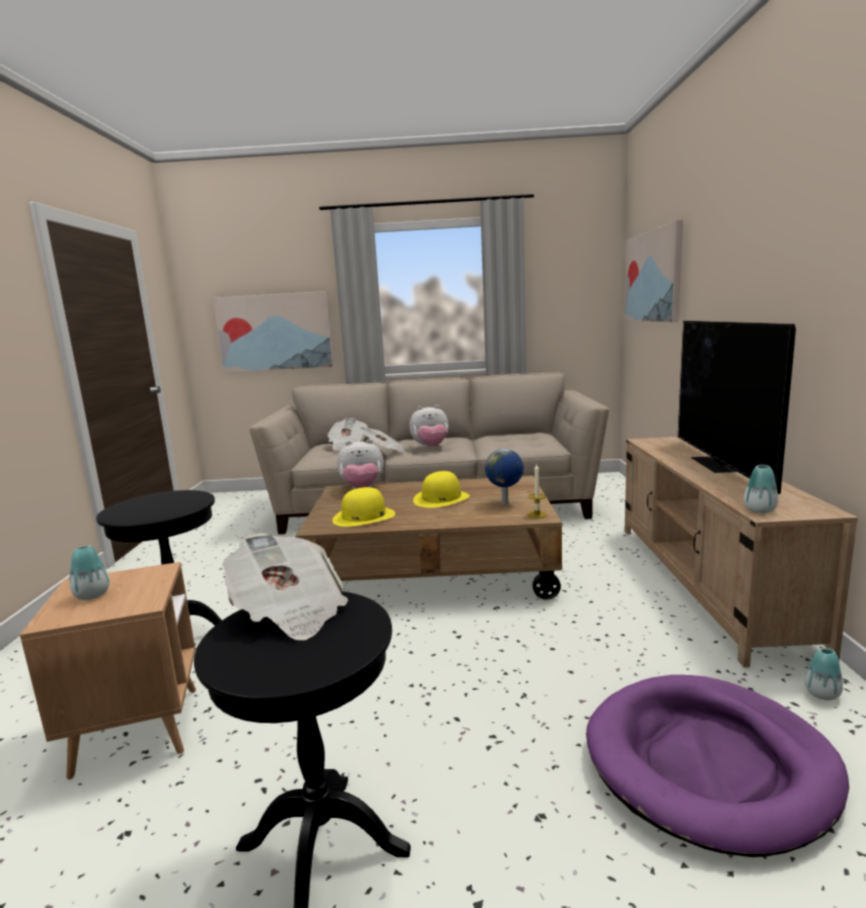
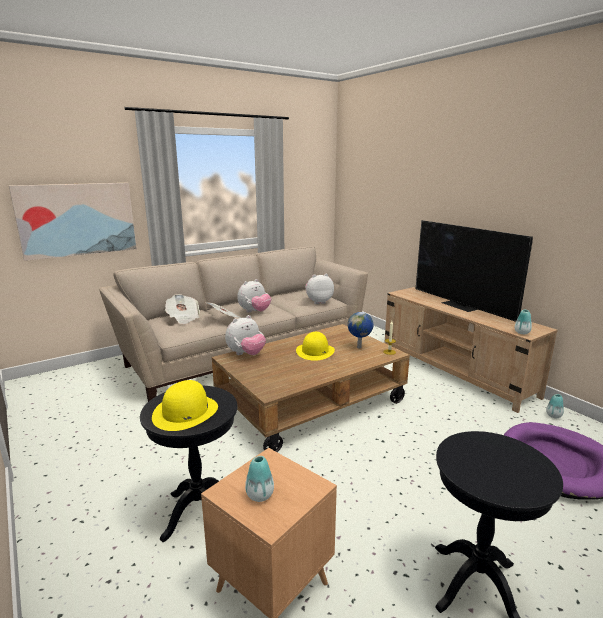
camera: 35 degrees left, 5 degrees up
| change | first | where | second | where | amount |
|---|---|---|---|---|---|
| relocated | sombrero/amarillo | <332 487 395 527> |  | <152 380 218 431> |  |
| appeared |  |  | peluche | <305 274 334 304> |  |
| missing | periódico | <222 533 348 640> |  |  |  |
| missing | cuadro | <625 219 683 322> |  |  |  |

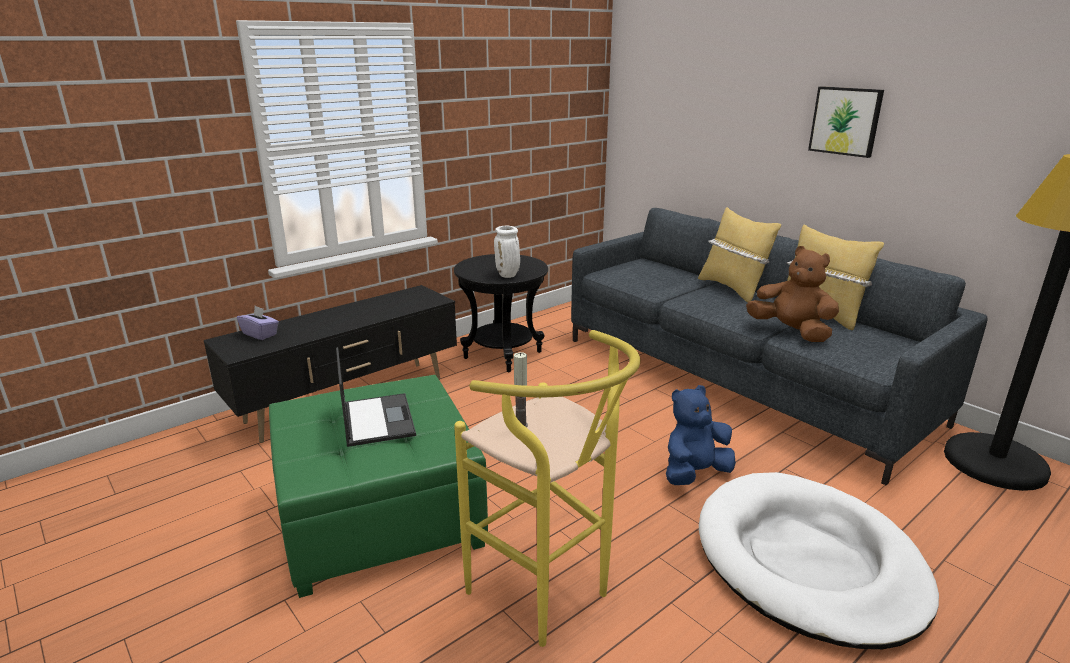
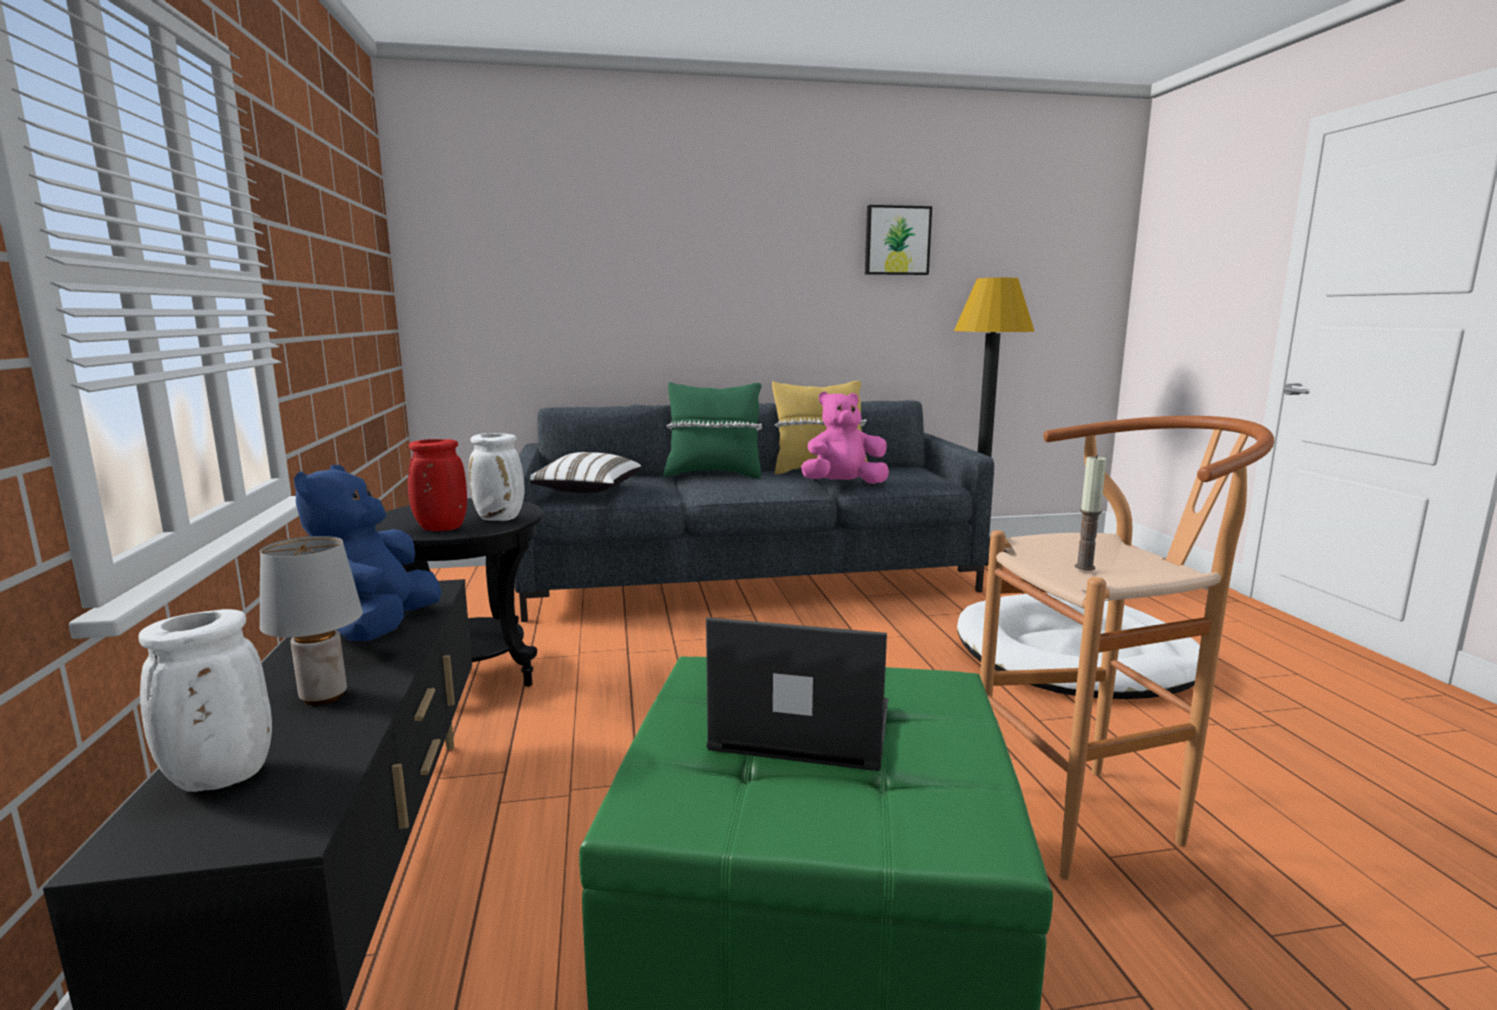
camera: 60 degrees left, 10 degrees down
| change | first | where | second | where | amount |
|---|---|---|---|---|---|
| exchanged | caja de pañuelos/morado | <237 306 279 340> | florero/blanco | <138 609 272 792> |  |
| appeared |  |  | lámpara de mesa/gris | <260 536 363 705> |  |
| relocated | peluche/azul | <666 385 736 485> |  | <294 465 441 641> |  |
| appeared |  |  | florero/rojo | <408 439 467 531> |  |
| appeared |  |  | cojín/blanco | <530 452 641 493> |  |
| colour | cojín/amarillo | <698 207 781 303> | cojín/verde | <663 382 762 479> |  |
| colour | peluche/marrón | <746 246 839 342> | peluche/rosa | <801 391 889 484> |  |
| relocated | cuadro | <808 86 884 158> |  | <865 205 932 275> |  |
| colour | taburete/amarillo | <454 330 640 647> | taburete/marrón | <980 416 1274 880> |  |

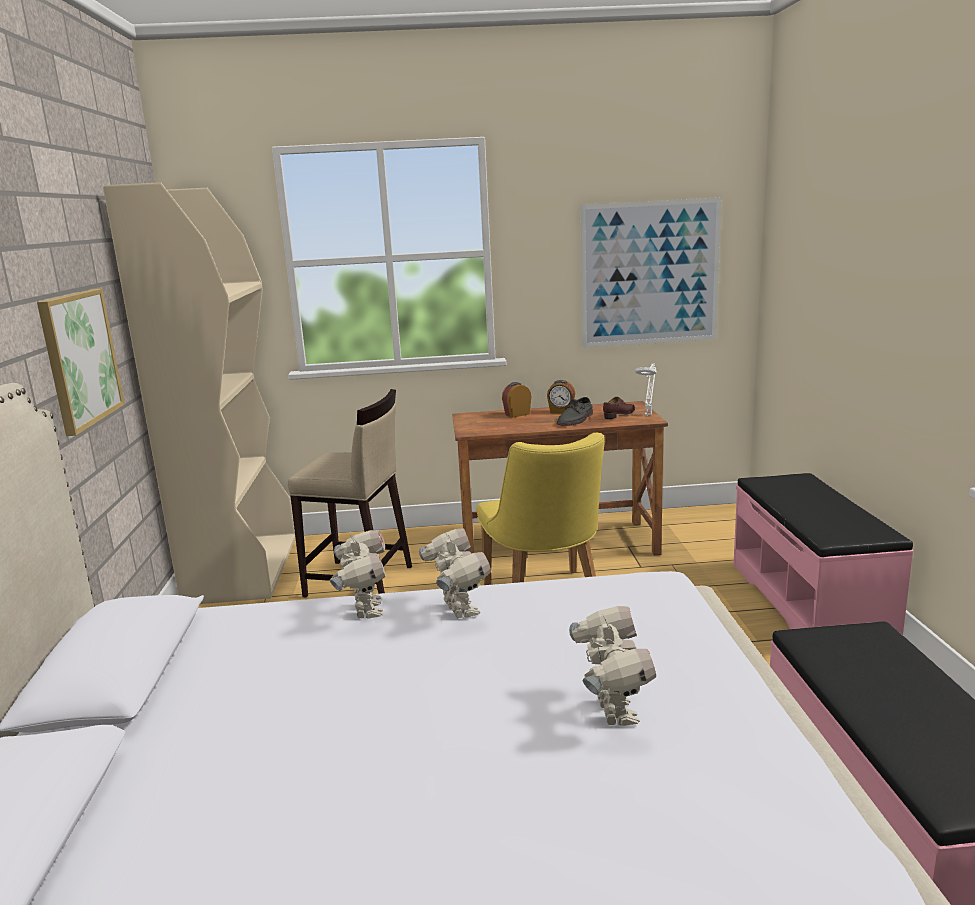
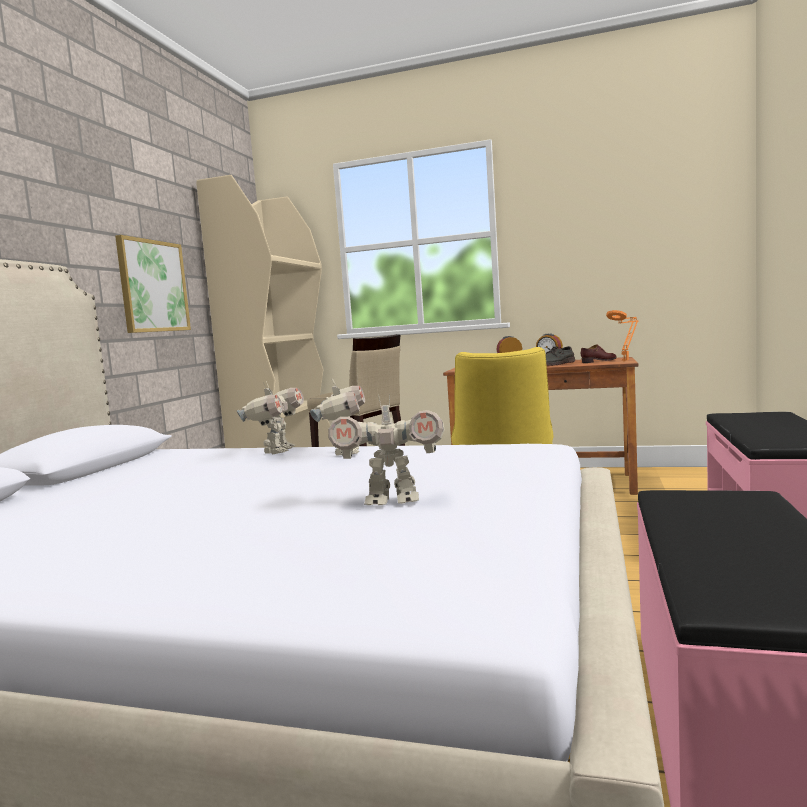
camera: 20 degrees right, 10 degrees down
| change | first | where | second | where | amount |
|---|---|---|---|---|---|
| spun | robot de juguete | <569 606 656 726> |  | <328 394 445 505> | 75 degrees clockwise |
| colour | lámpara de mesa/blanco | <635 363 657 416> | lámpara de mesa/naranja | <606 310 638 361> |  |
| missing | cuadro | <580 197 721 348> |  |  |  |

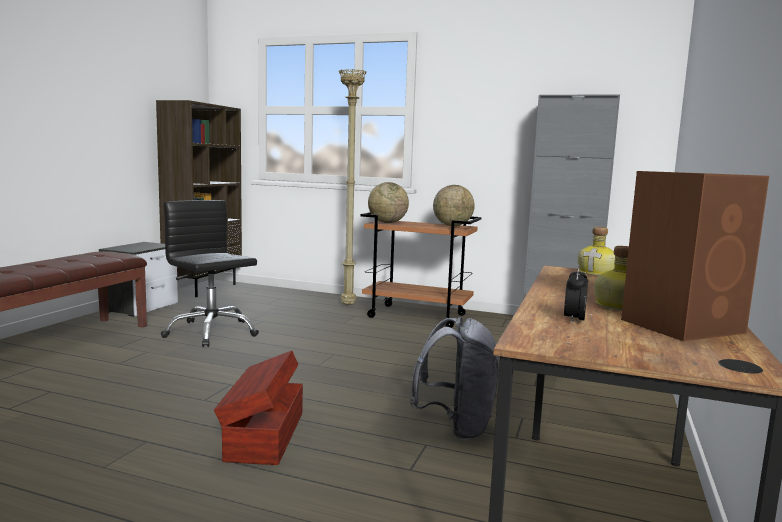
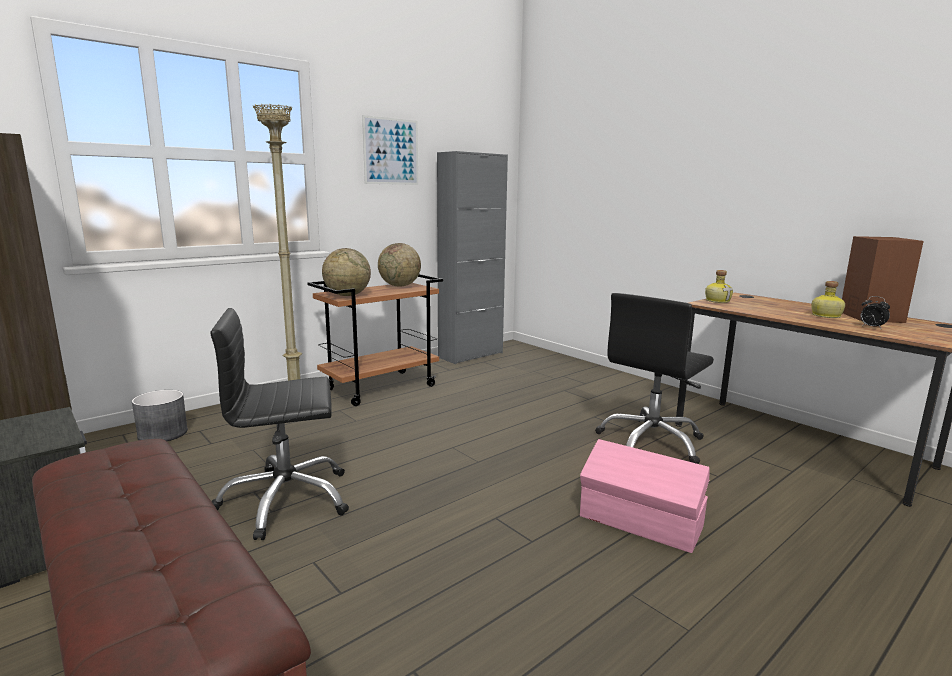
camera: 60 degrees left, 5 degrees up
| change | first | where | second | where | amount |
|---|---|---|---|---|---|
| appeared |  |  | maceta/gris | <132 390 188 441> |  |
| appeared |  |  | cuadro | <362 115 418 185> |  |
| colour | caja de almacenaje/marrón | <214 350 303 465> | caja de almacenaje/rosa | <580 439 710 553> |  |
| exchanged | mochila/gris | <410 317 499 440> | silla de oficina/negro | <595 293 714 464> |  |

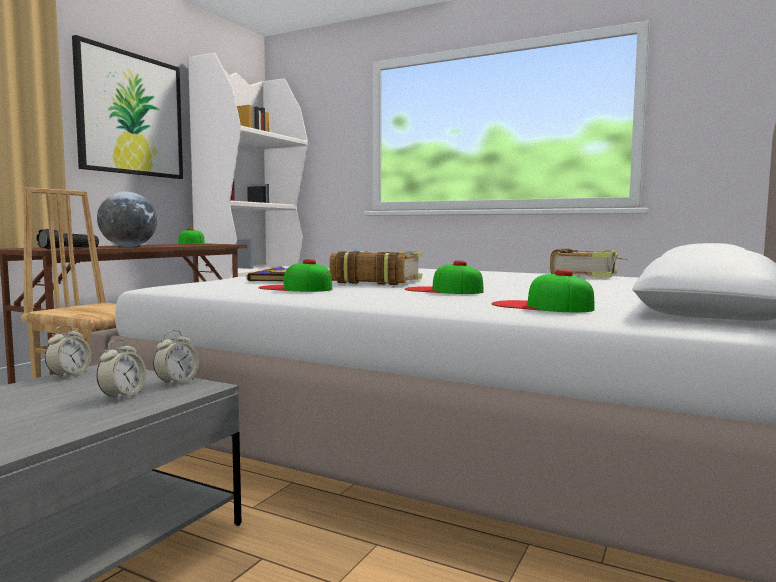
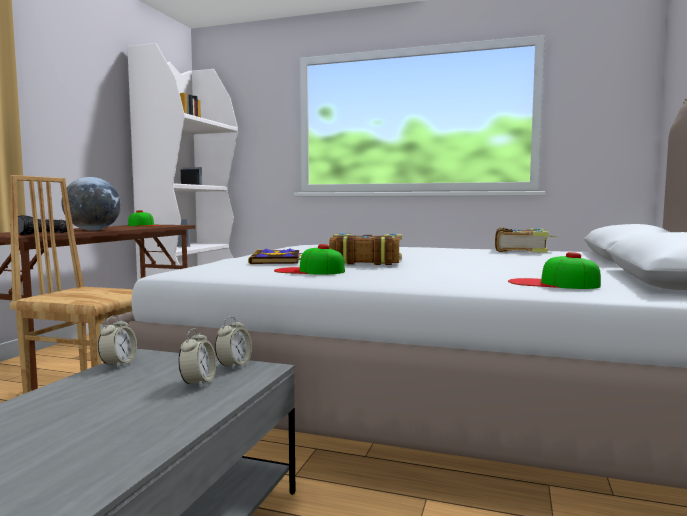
camera: 10 degrees left, 0 degrees up
| change | first | where | second | where | amount |
|---|---|---|---|---|---|
| missing | cuadro | <72 35 183 179> |  |  |  |
| missing | gorra | <405 260 484 294> |  |  |  |

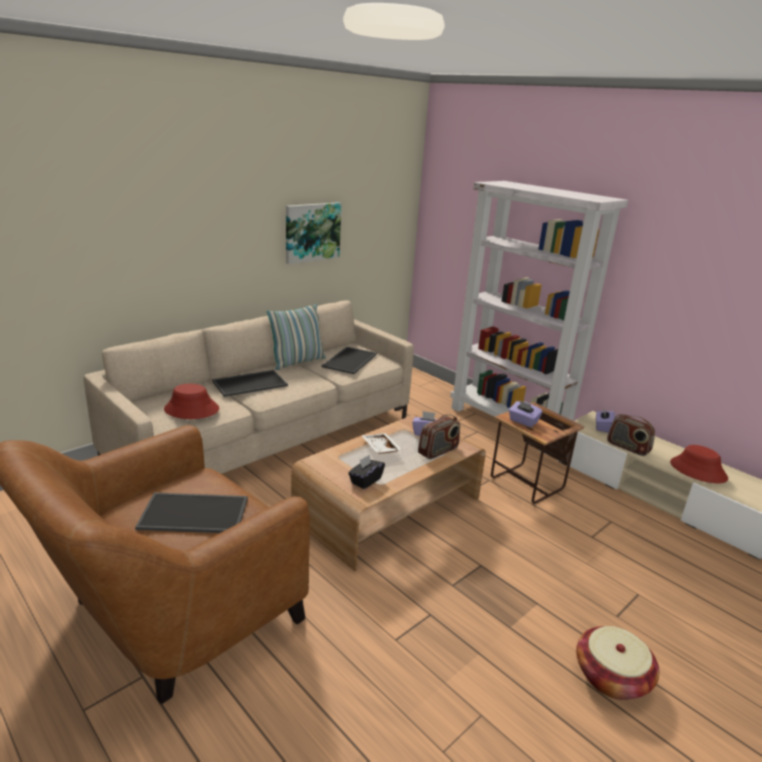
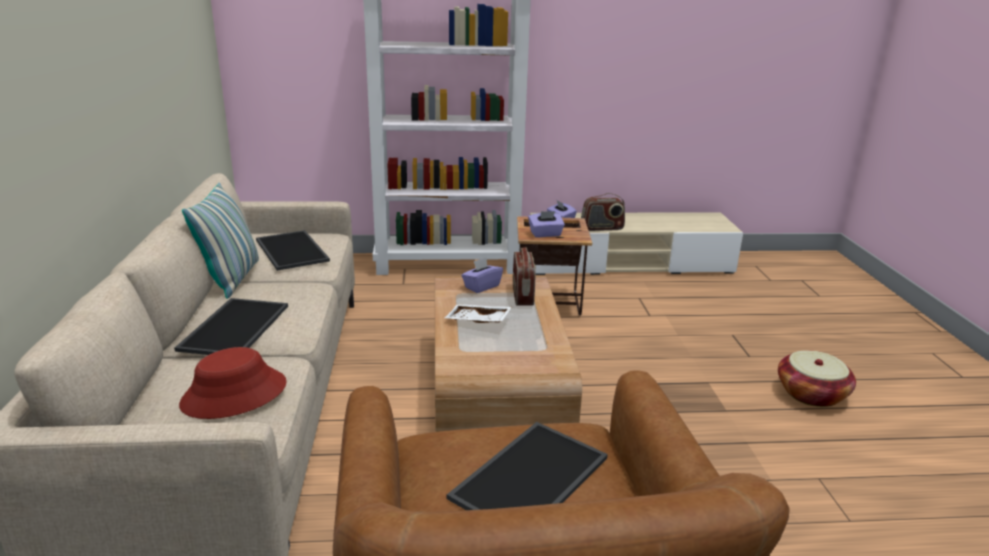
camera: 50 degrees left, 0 degrees up
| change | first | where | second | where | amount |
|---|---|---|---|---|---|
| missing | cuadro | <286 202 341 264> |  |  |  |
| missing | caja de pañuelos/negro | <348 455 385 489> |  |  |  |
| missing | sombrero/rojo | <670 445 728 483> |  |  |  |

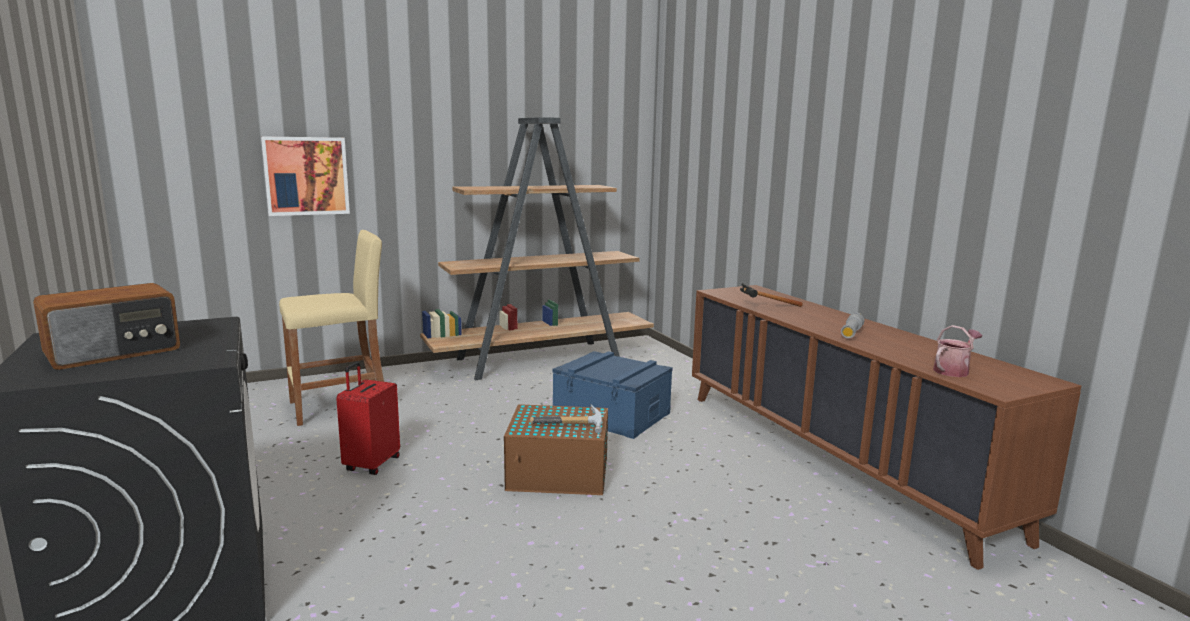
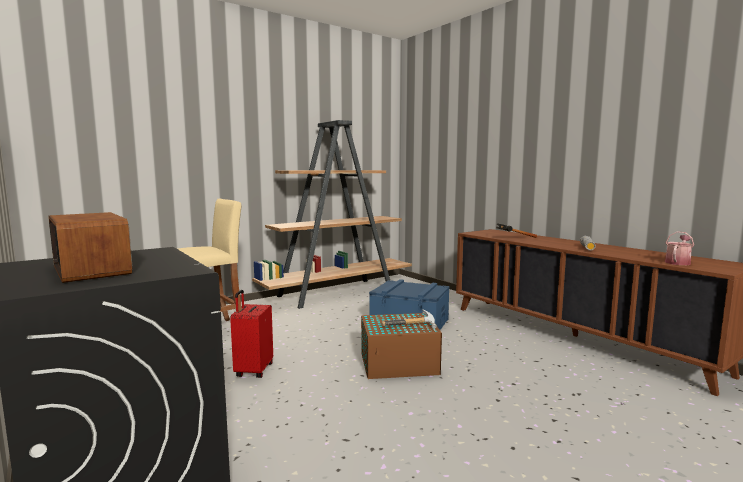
camera: 10 degrees left, 5 degrees down
| change | first | where | second | where | amount |
|---|---|---|---|---|---|
| spun | radio | <33 283 180 370> |  | <48 212 132 283> | 75 degrees counterclockwise |
| missing | cuadro | <261 136 350 216> |  |  |  |

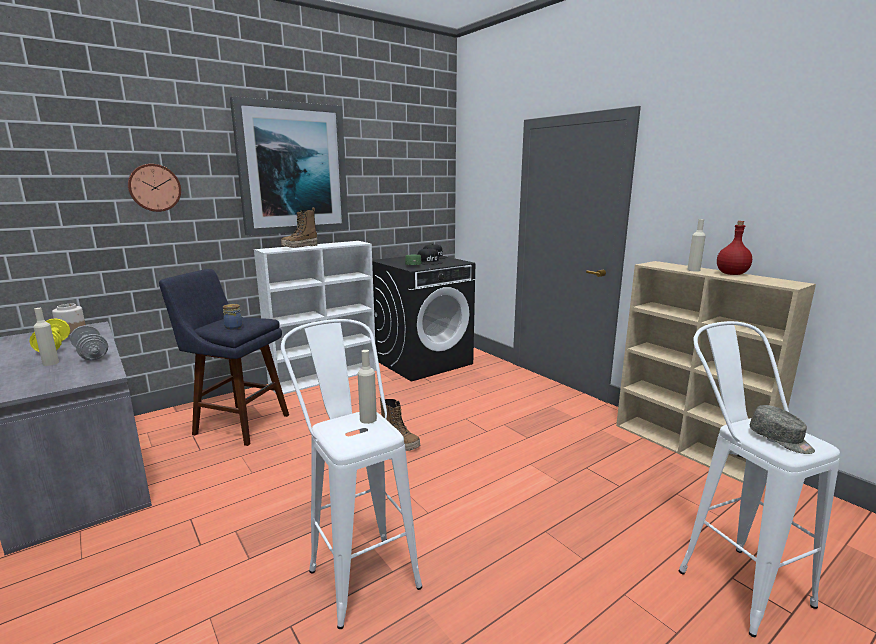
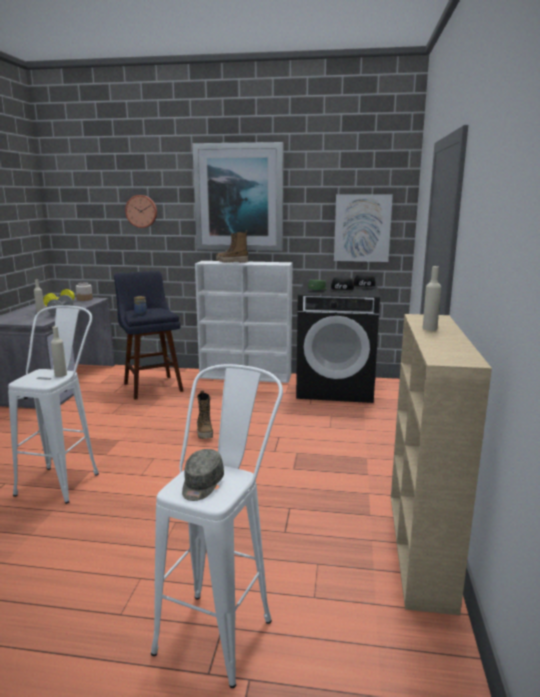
camera: 45 degrees right, 0 degrees up
| change | first | where | second | where | amount |
|---|---|---|---|---|---|
| appeared |  |  | cuadro | <334 195 393 262> |  |
| missing | botella/rojo | <717 221 752 275> |  |  |  |

